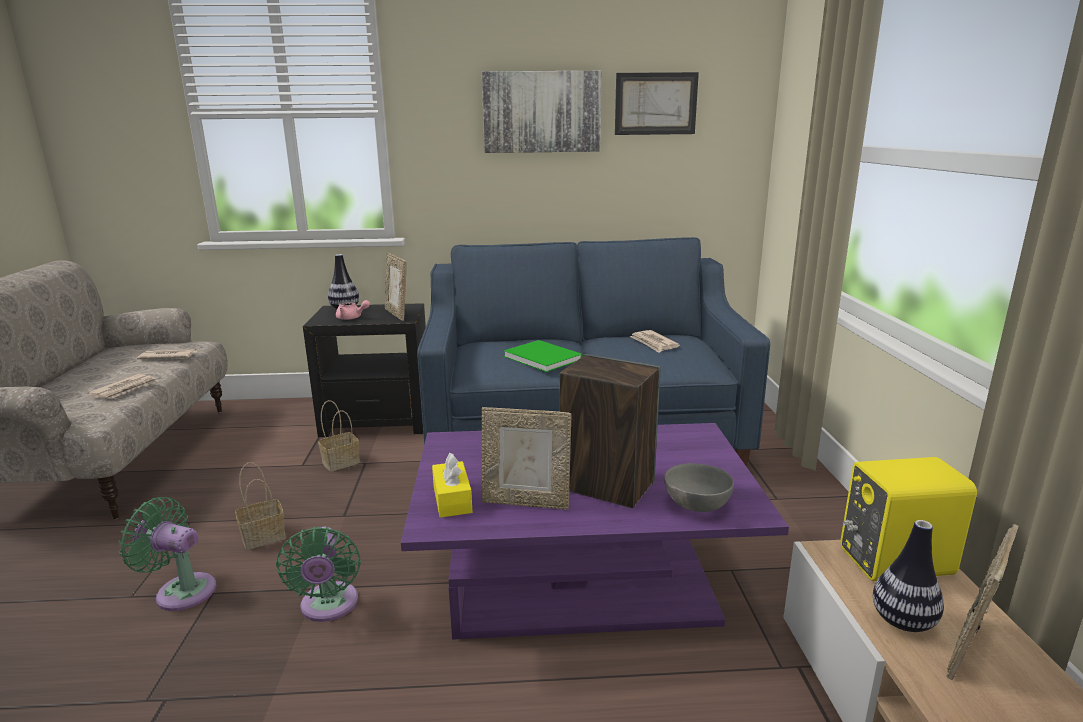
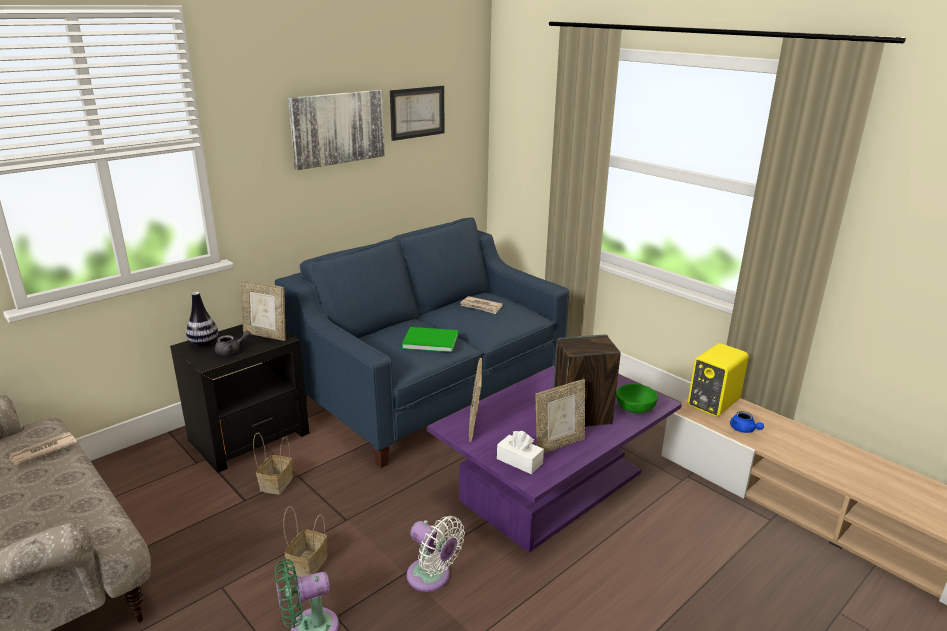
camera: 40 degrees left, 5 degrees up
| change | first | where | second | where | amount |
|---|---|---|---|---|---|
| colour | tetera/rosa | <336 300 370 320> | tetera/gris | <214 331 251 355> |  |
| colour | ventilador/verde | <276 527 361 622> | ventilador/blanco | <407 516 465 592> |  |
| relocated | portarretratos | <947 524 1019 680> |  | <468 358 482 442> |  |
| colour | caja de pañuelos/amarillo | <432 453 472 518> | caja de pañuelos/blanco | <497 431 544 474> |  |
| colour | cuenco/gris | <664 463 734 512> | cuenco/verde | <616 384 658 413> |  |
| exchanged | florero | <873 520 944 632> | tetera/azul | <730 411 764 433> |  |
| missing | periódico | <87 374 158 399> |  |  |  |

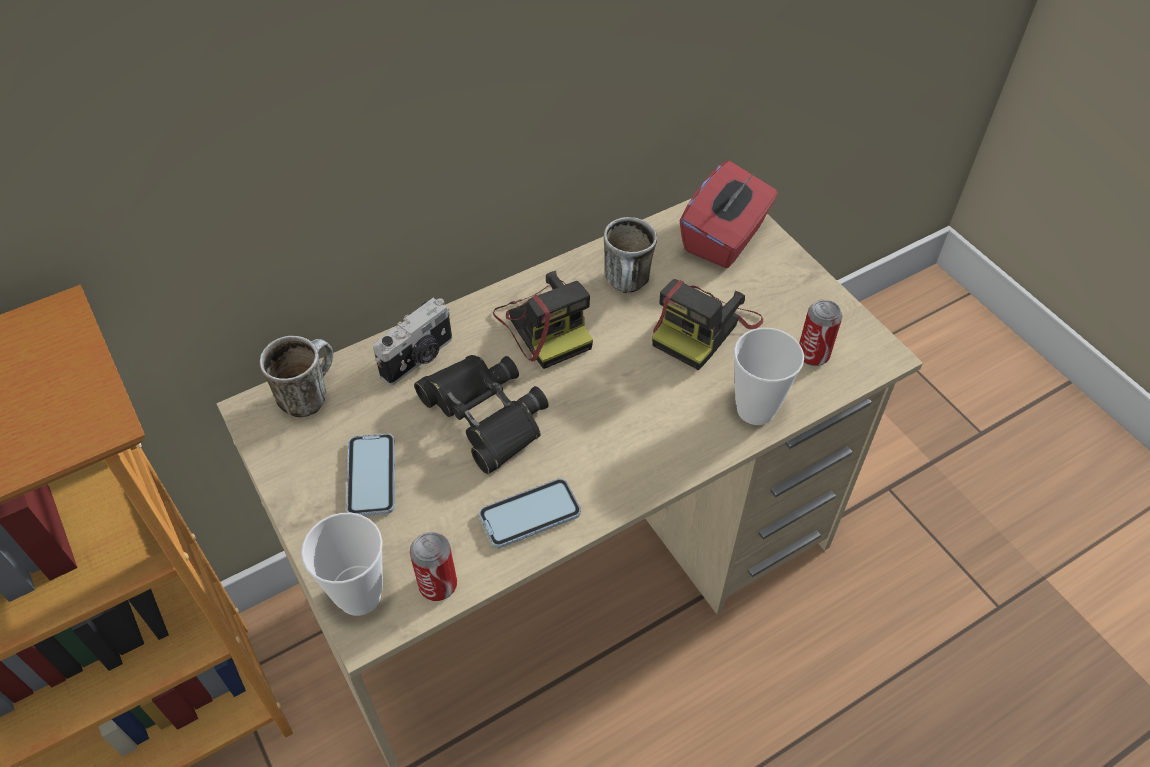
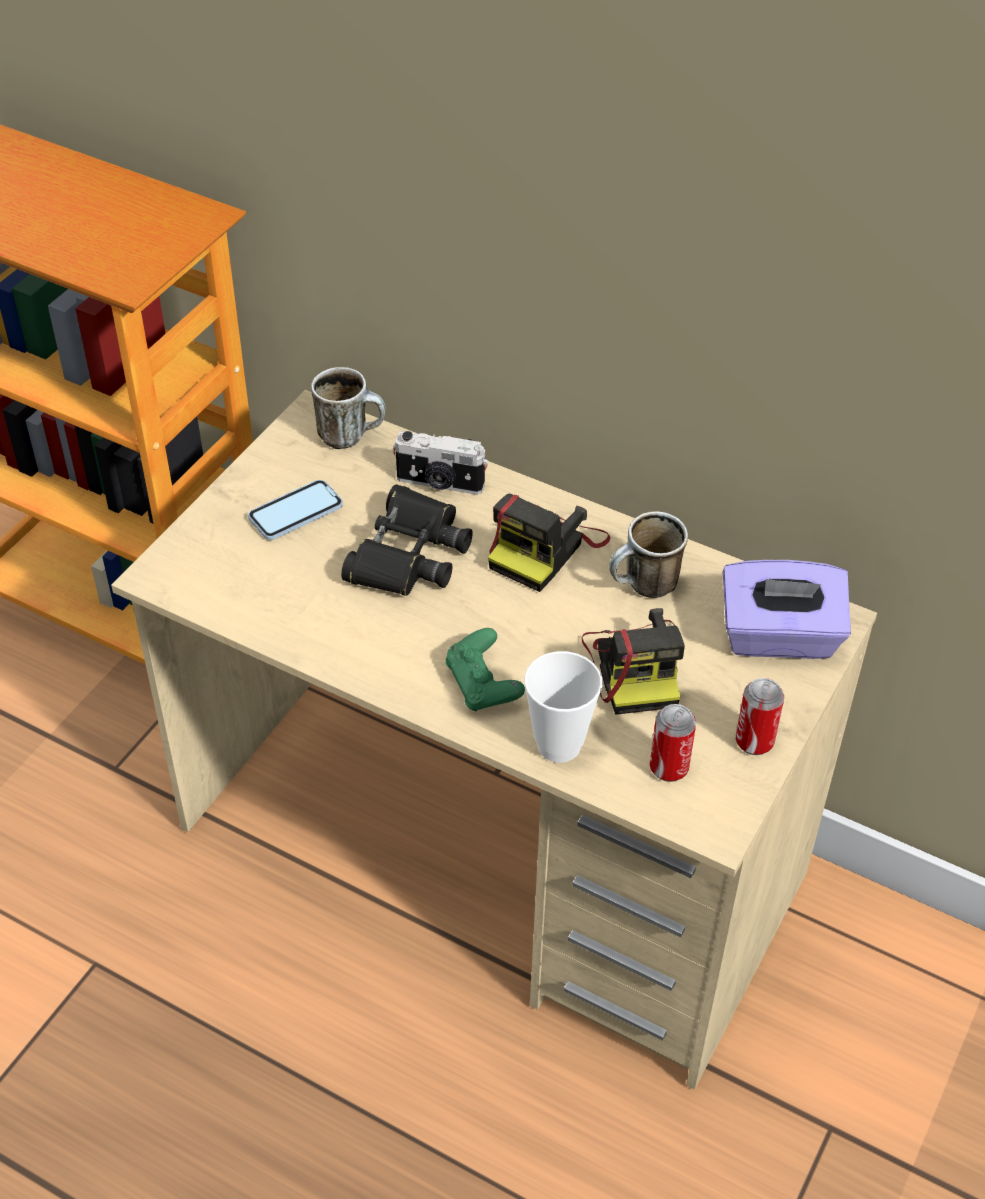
camera: 60 degrees right, 5 degrees down
| change | first | where | second | where | amount |
|---|---|---|---|---|---|
| appeared |  |  | mando de consola/verde | <445 628 525 712> |  |
| spun | cámara | <652 279 763 370> |  | <582 608 685 715> | 105 degrees counterclockwise |
| colour | caja de pañuelos/rojo | <679 161 778 268> | caja de pañuelos/morado | <723 560 851 659> |  |
| relocated | lata | <410 532 457 601> |  | <736 678 784 755> |  |
| missing | taza | <301 513 383 616> |  |  |  |
| missing | móvil | <479 478 581 548> |  |  |  |

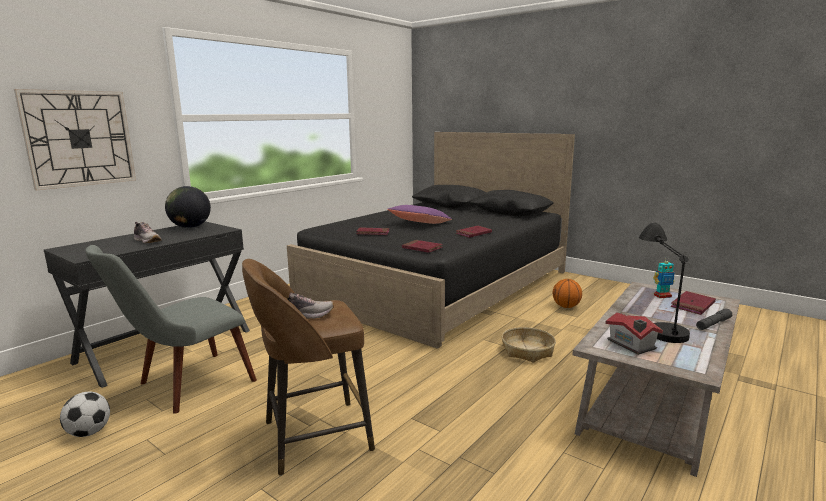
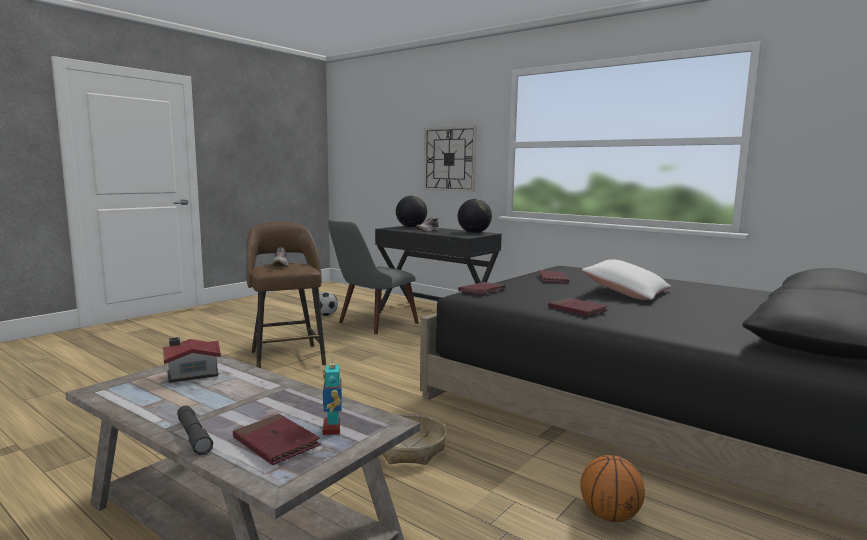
camera: 90 degrees right, 5 degrees down
| change | first | where | second | where | amount |
|---|---|---|---|---|---|
| spun | silla/gris | <85 245 257 414> |  | <328 220 419 334> | 90 degrees counterclockwise |
| appeared |  |  | globo terráqueo | <396 196 427 227> |  |
| colour | cojín/morado | <387 205 452 224> | cojín/blanco | <582 260 671 300> |  |
| missing | lámpara de mesa/negro | <639 222 690 343> |  |  |  |

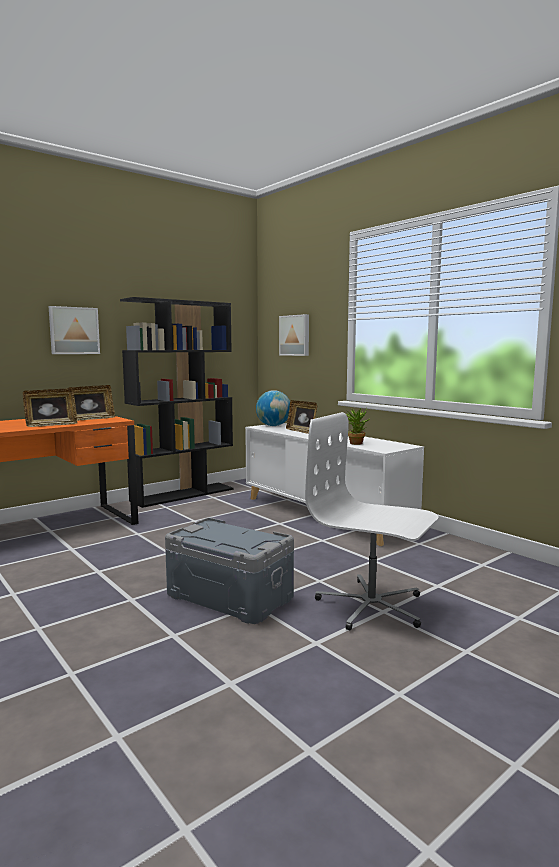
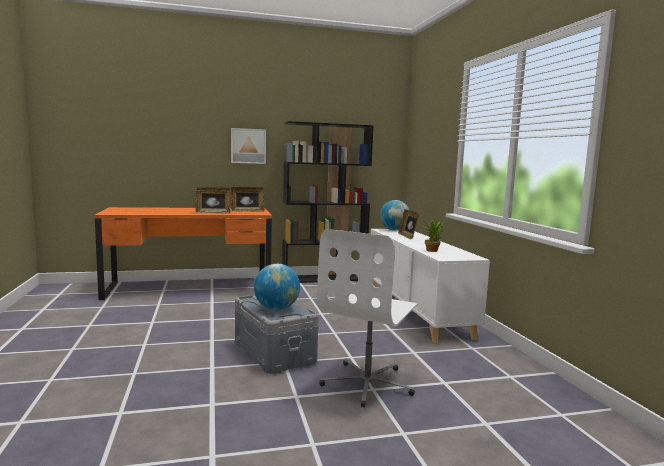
camera: 25 degrees right, 0 degrees up
| change | first | where | second | where | amount |
|---|---|---|---|---|---|
| appeared |  |  | globo terráqueo | <254 264 300 310> |  |
| spun | silla de oficina/blanco | <305 412 439 631> |  | <317 229 418 407> | 120 degrees counterclockwise |
| missing | cuadro | <279 314 309 356> |  |  |  |

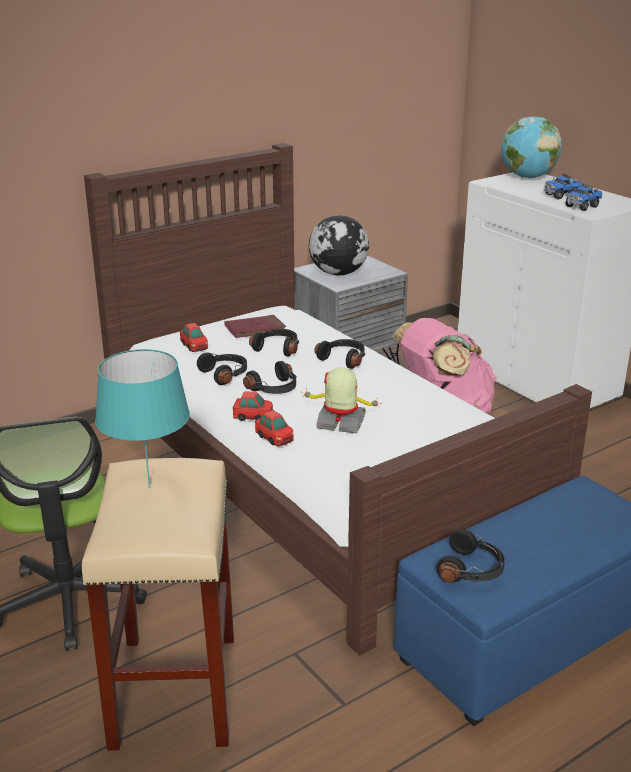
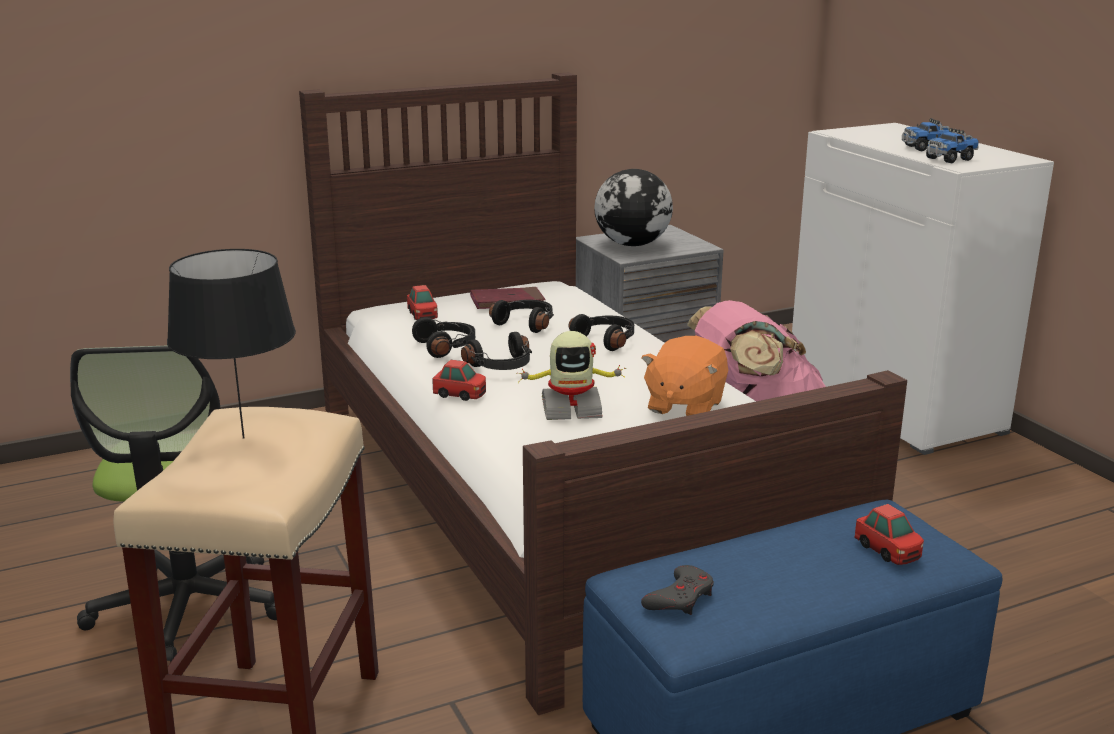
camera: 10 degrees right, 5 degrees down
| change | first | where | second | where | amount |
|---|---|---|---|---|---|
| colour | lámpara de mesa/turquesa | <95 349 190 489> | lámpara de mesa/negro | <167 249 296 439> |  |
| spun | robot de juguete | <301 367 381 434> |  | <516 331 626 420> | 150 degrees clockwise |
| appeared |  |  | peluche/naranja | <641 336 728 416> |  |
| exchanged | auriculares/negro | <437 529 505 582> | mando de consola/gris | <641 565 714 615> |  |
| relocated | coche de juguete | <255 410 293 446> |  | <855 504 924 565> |  |
| missing | globo terráqueo | <501 116 562 178> |  |  |  |

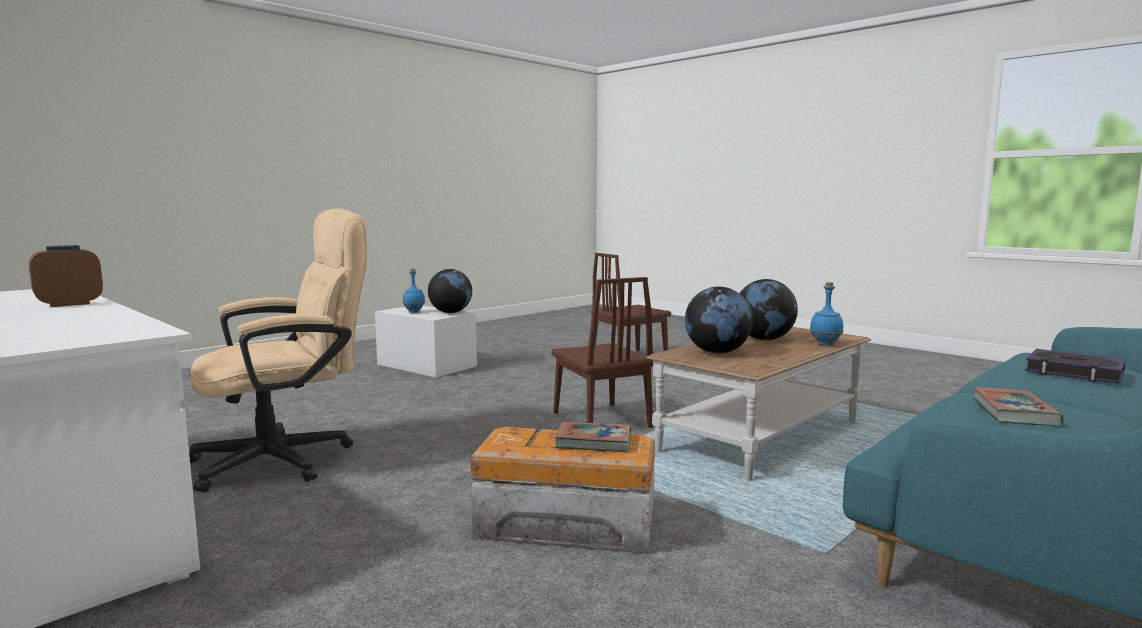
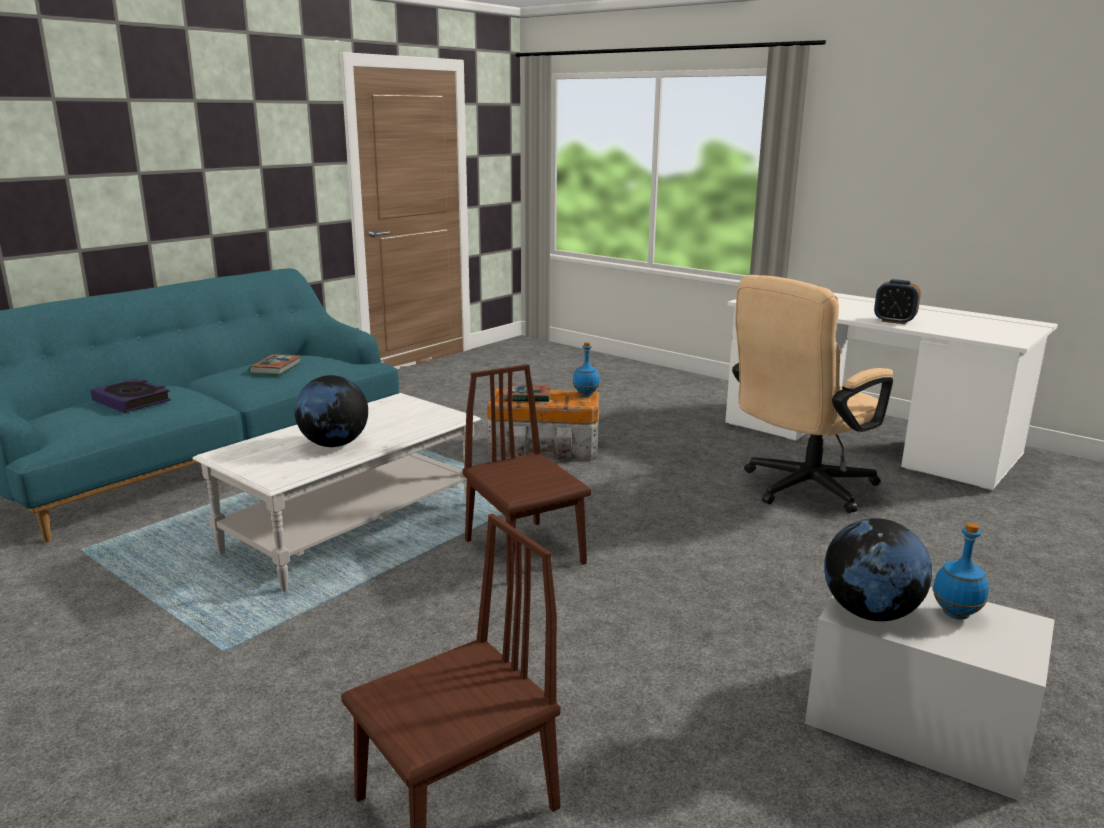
camera: 175 degrees right, 10 degrees up
| change | first | where | second | where | amount |
|---|---|---|---|---|---|
| colour | mesa de centro/marrón | <646 327 871 481> | mesa de centro/blanco | <192 393 481 592> |  |
| relocated | botella/azul | <810 282 843 346> |  | <573 342 600 396> |  |
| spun | despertador | <29 245 103 307> |  | <874 279 921 324> | 75 degrees clockwise |
| missing | globo terráqueo | <685 287 753 354> |  |  |  |

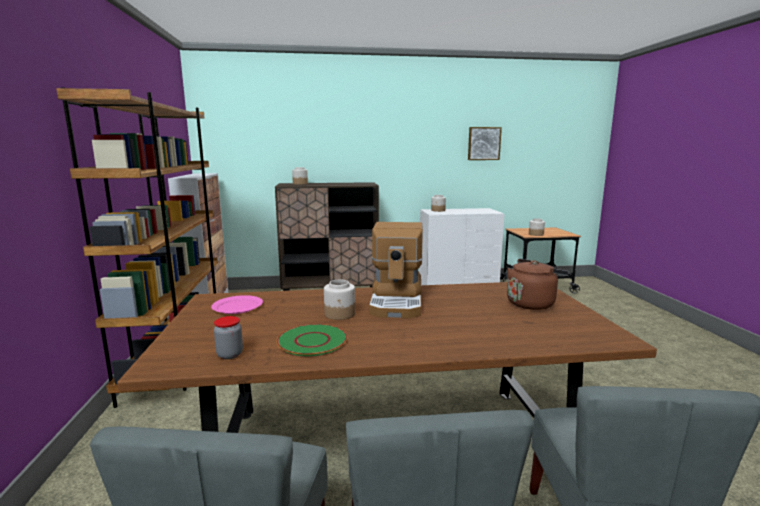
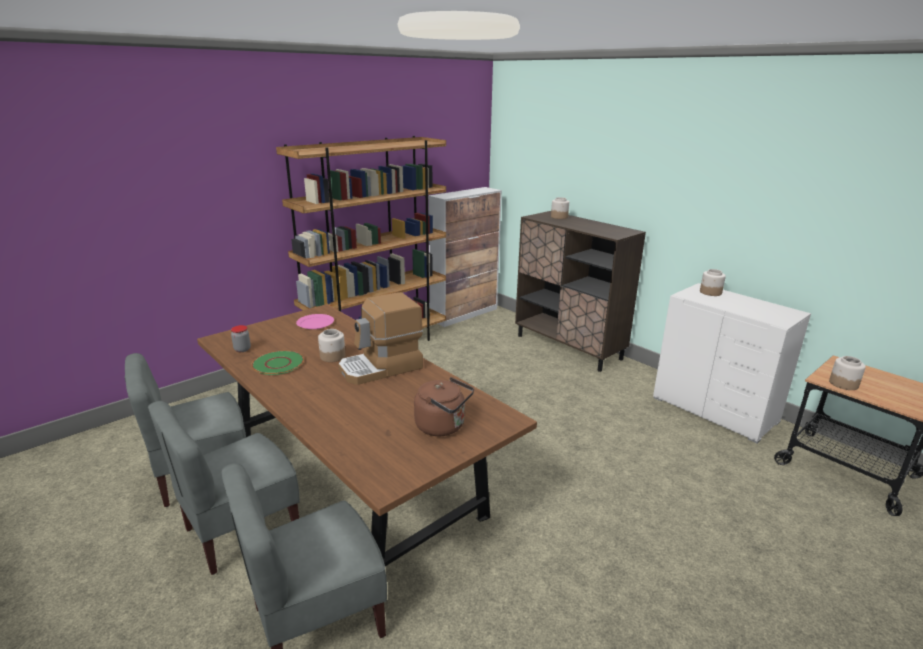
camera: 55 degrees right, 10 degrees up
| change | first | where | second | where | amount |
|---|---|---|---|---|---|
| missing | cuadro | <468 127 502 160> |  |  |  |

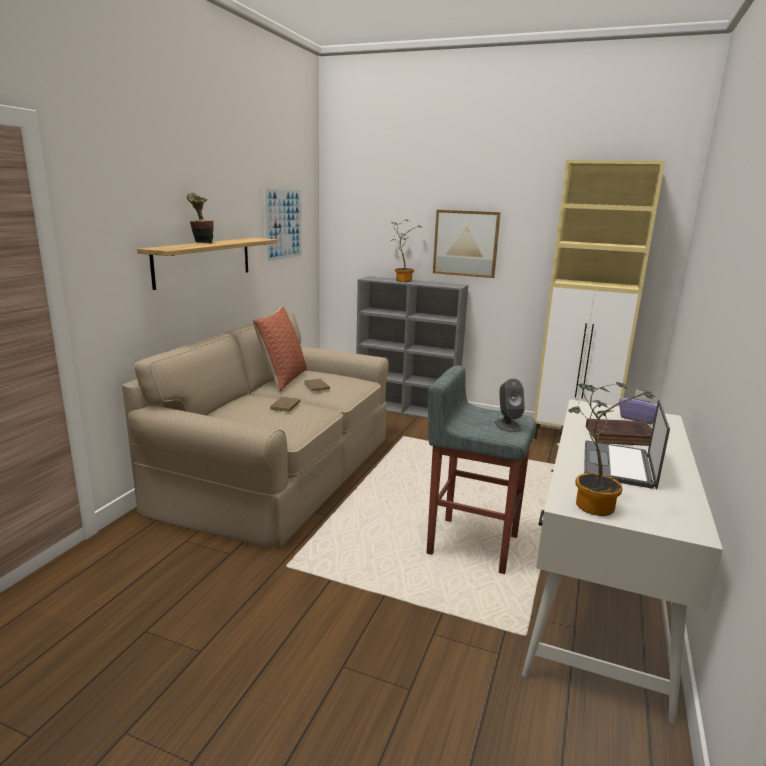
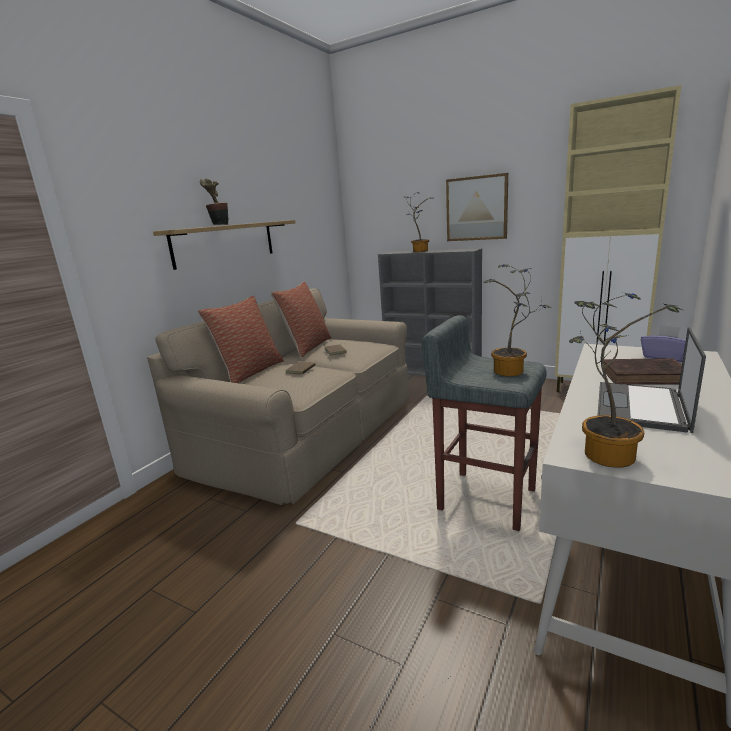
camera: 10 degrees right, 0 degrees up
| change | first | where | second | where | amount |
|---|---|---|---|---|---|
| appeared |  |  | cojín | <198 295 284 383> |  |
| exchanged | altavoz/gris | <495 378 525 432> | planta en maceta | <483 264 551 376> |  |
| missing | cuadro | <263 186 303 264> |  |  |  |

